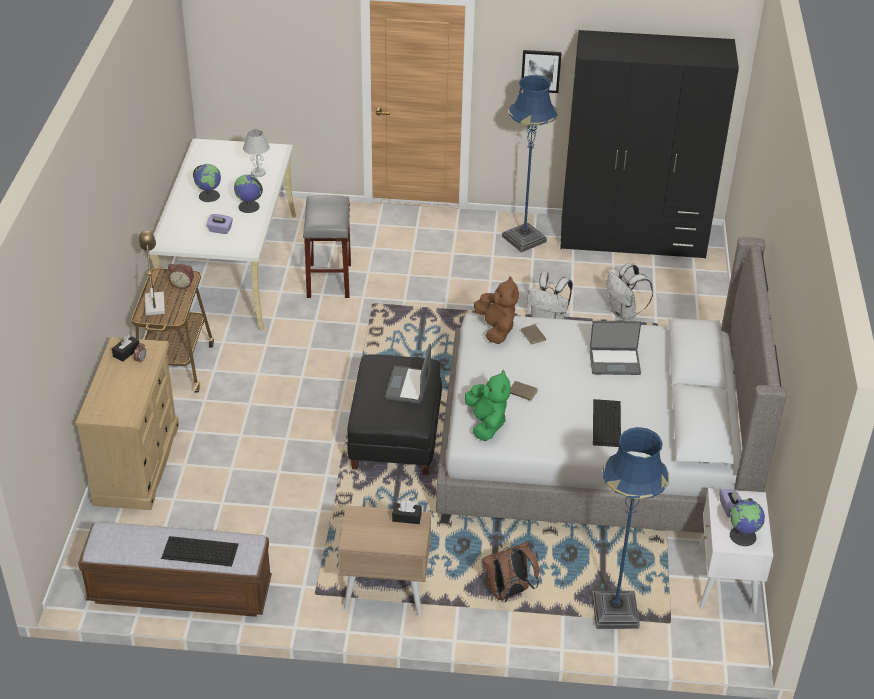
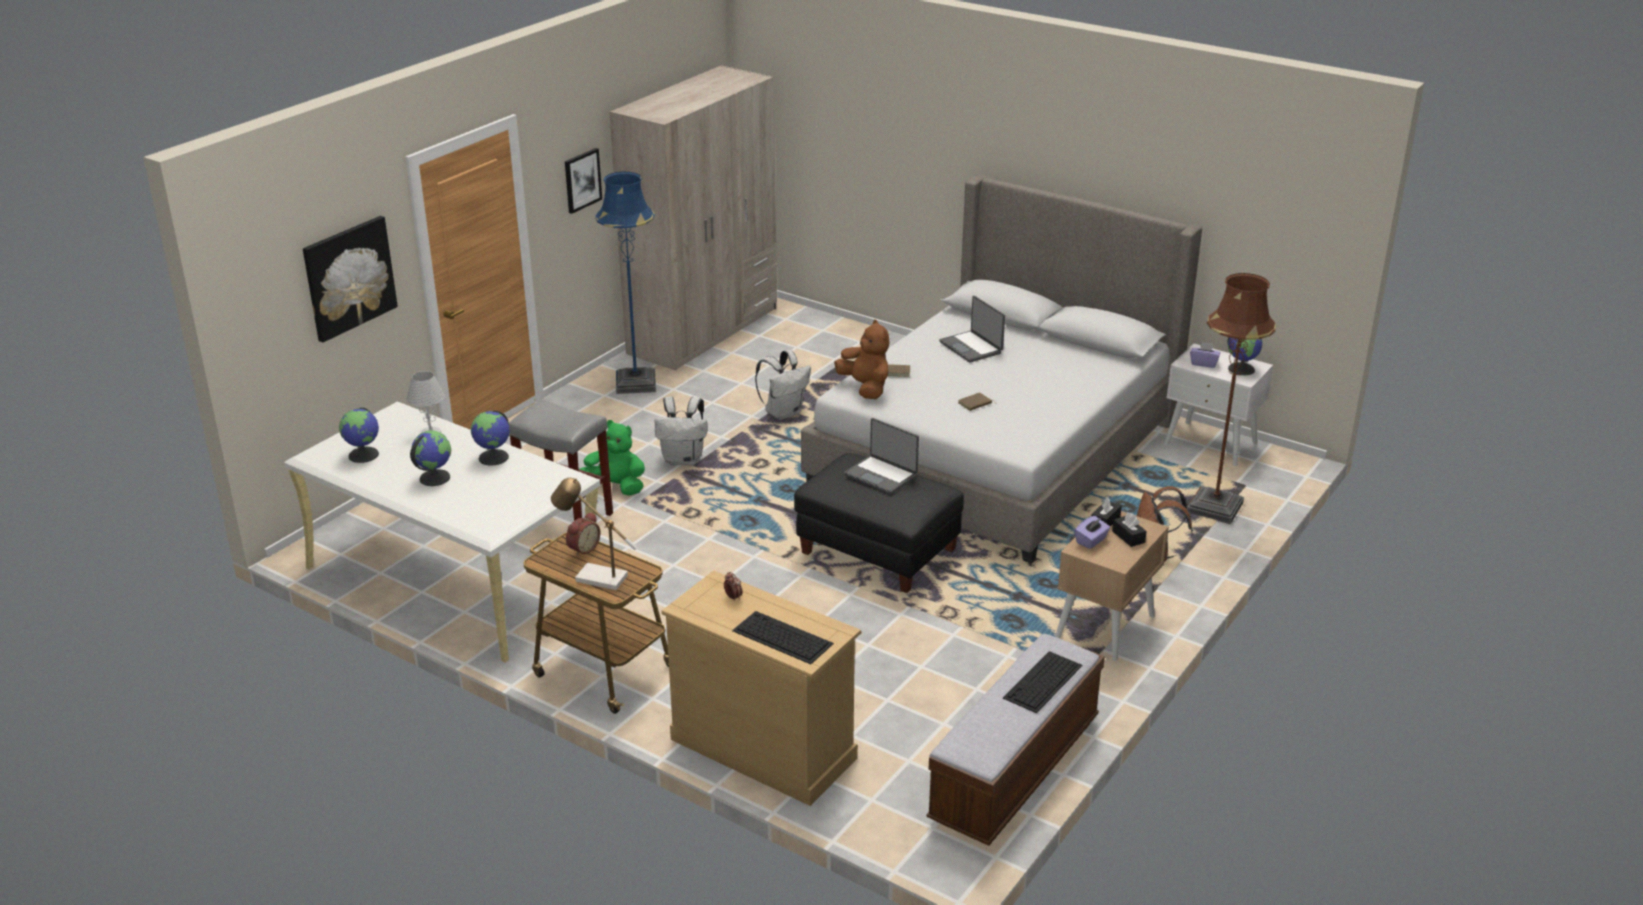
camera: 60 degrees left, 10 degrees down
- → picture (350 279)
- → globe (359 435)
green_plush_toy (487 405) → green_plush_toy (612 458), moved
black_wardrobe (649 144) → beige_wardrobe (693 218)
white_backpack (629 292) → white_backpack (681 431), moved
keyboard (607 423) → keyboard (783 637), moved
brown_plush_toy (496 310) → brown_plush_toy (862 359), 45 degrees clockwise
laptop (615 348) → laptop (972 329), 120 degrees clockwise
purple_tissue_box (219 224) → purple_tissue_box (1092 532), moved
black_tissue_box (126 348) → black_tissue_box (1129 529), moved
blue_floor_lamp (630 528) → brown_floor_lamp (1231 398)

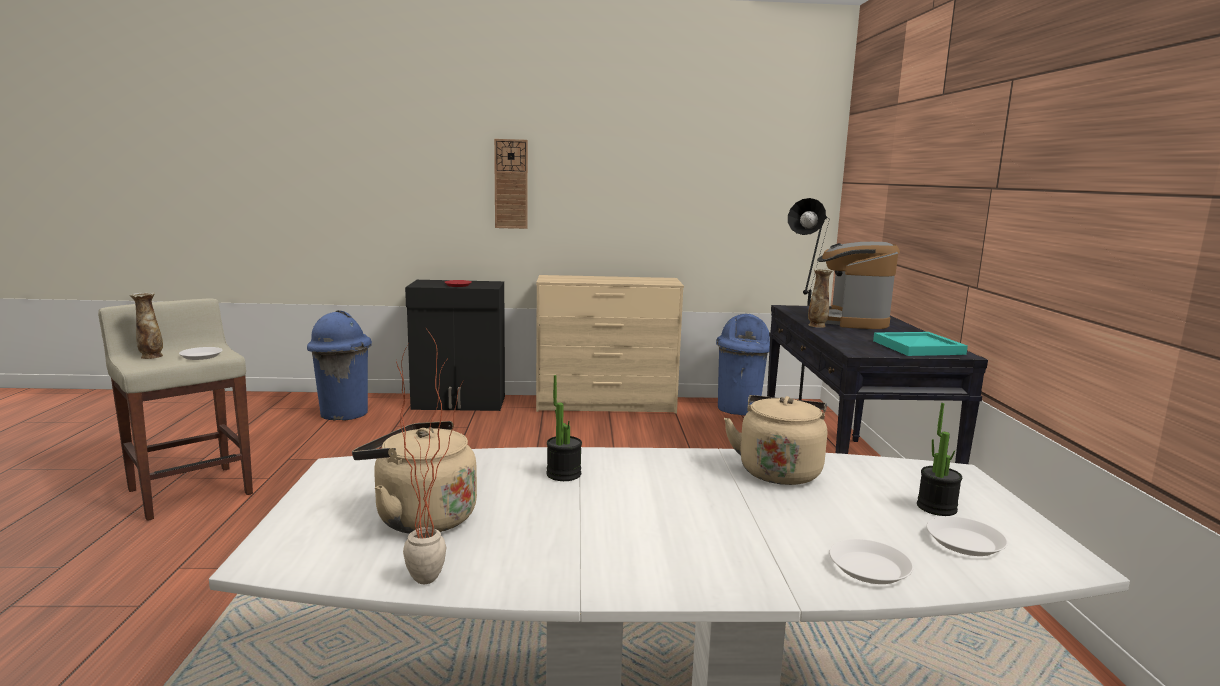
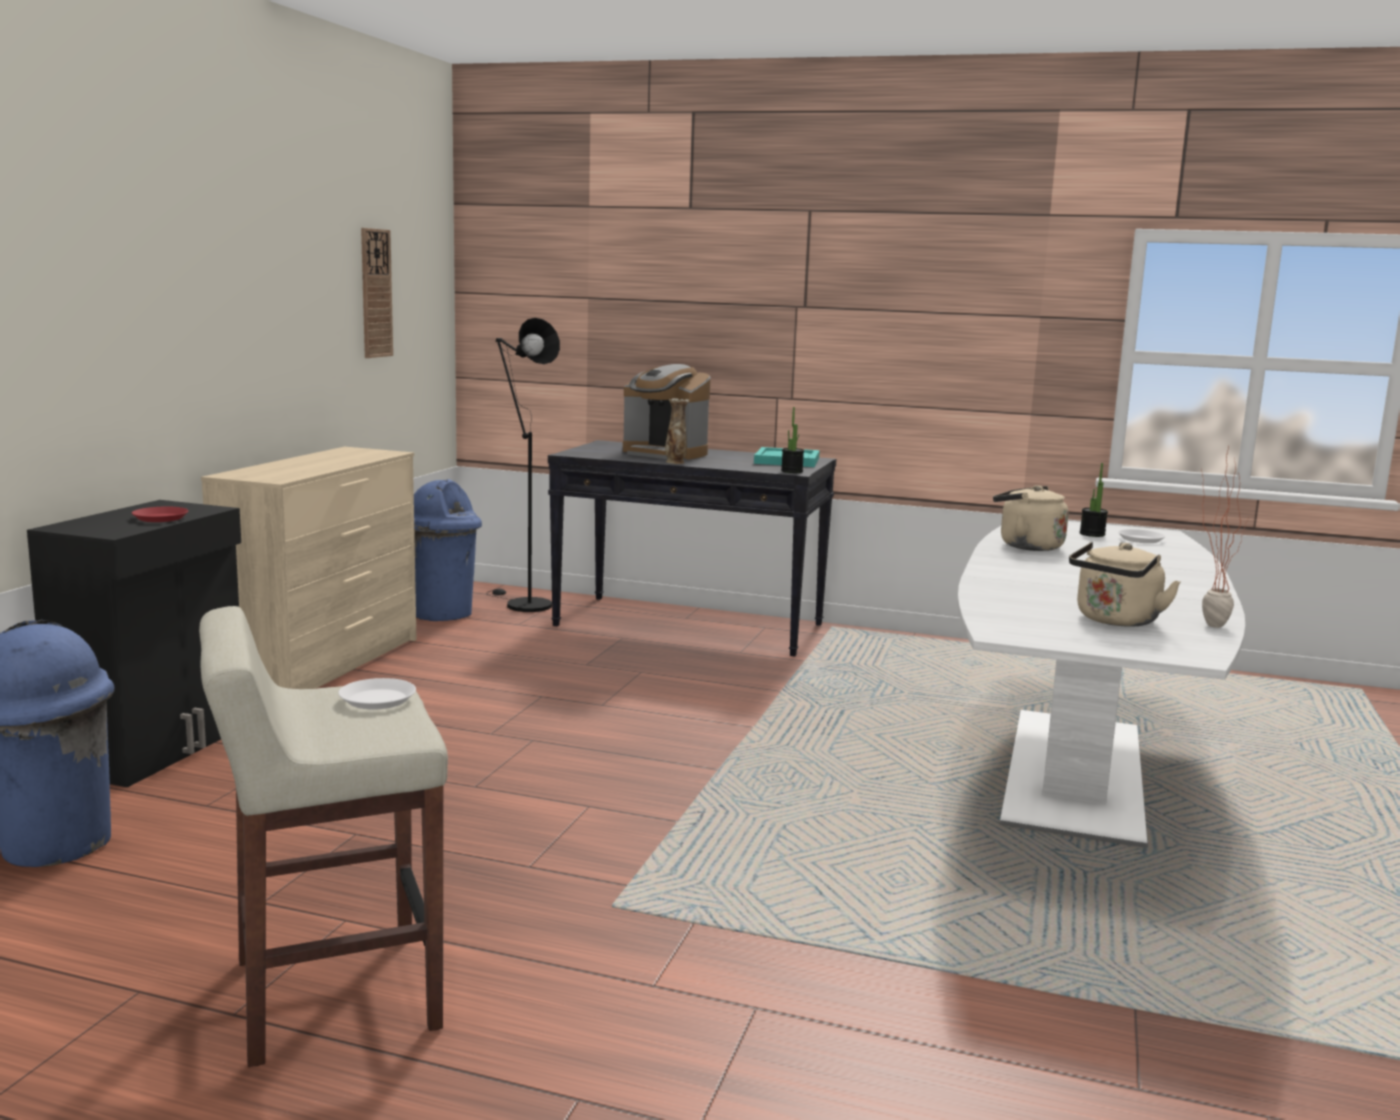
camera: 70 degrees left, 0 degrees up
wall_clock (511 184) → wall_clock (377 293), moved
potted_plant (564 428) → potted_plant (792 440), moved
vase (146 325) → -
white_plate (871 561) → -

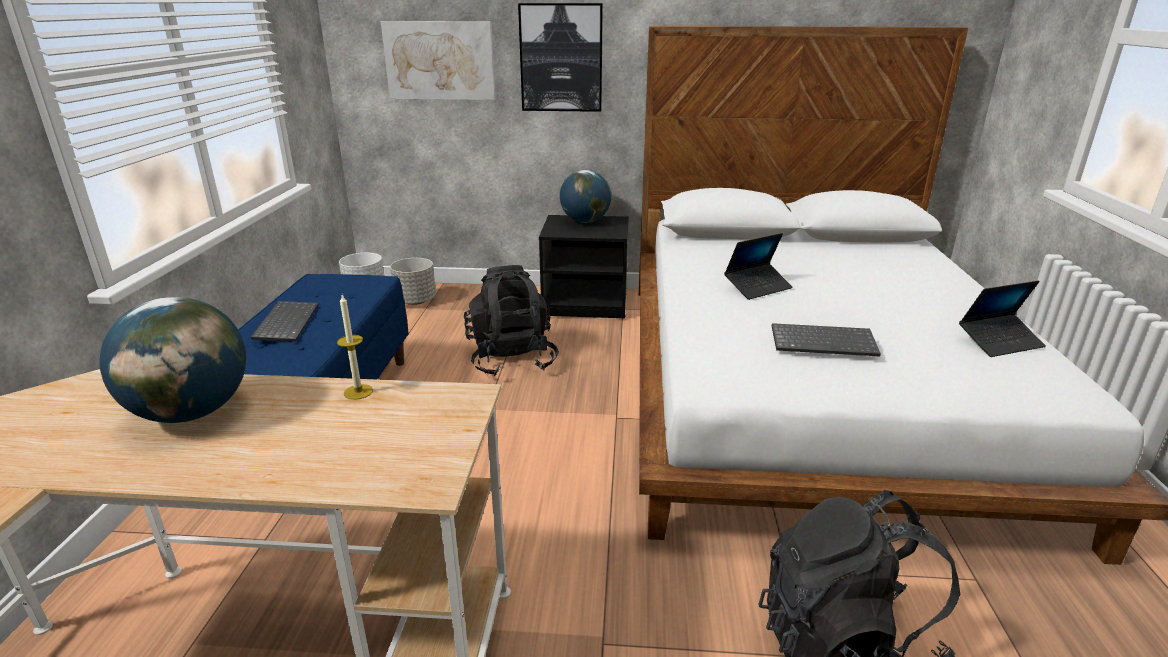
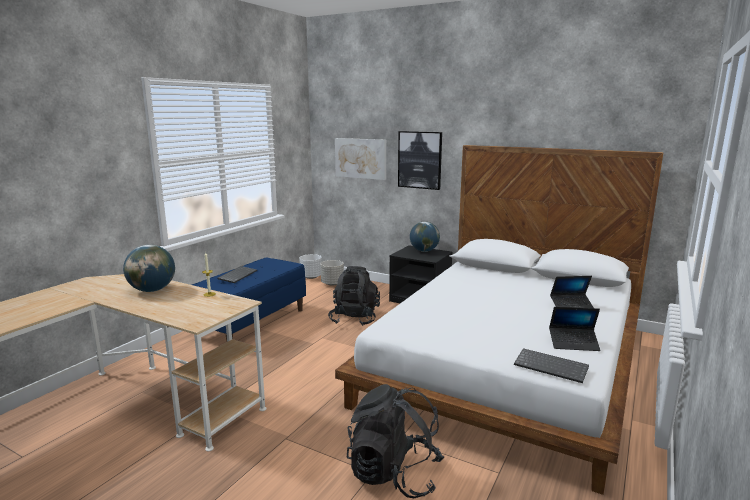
camera: 25 degrees right, 10 degrees down
keyboard (826 339) → keyboard (551 365), moved
laptop (758 266) → laptop (572 292), moved

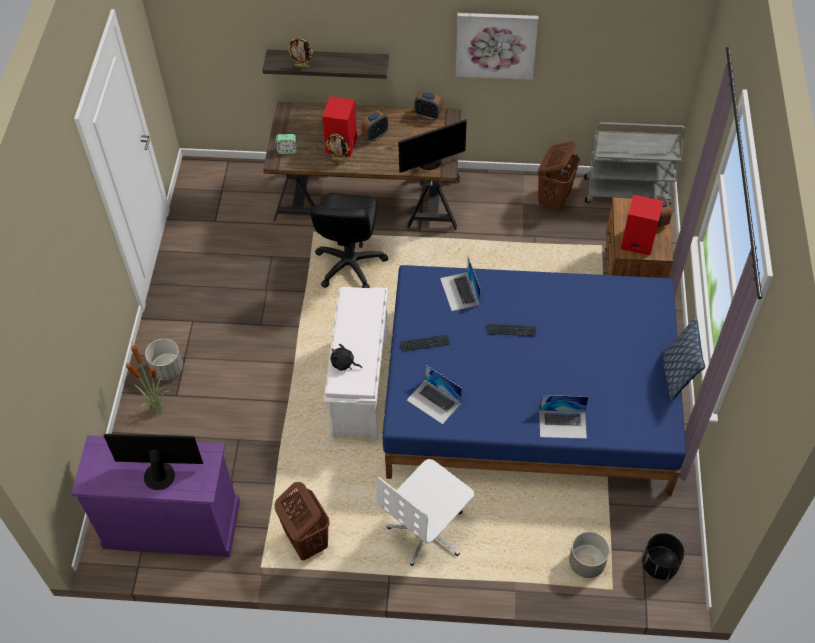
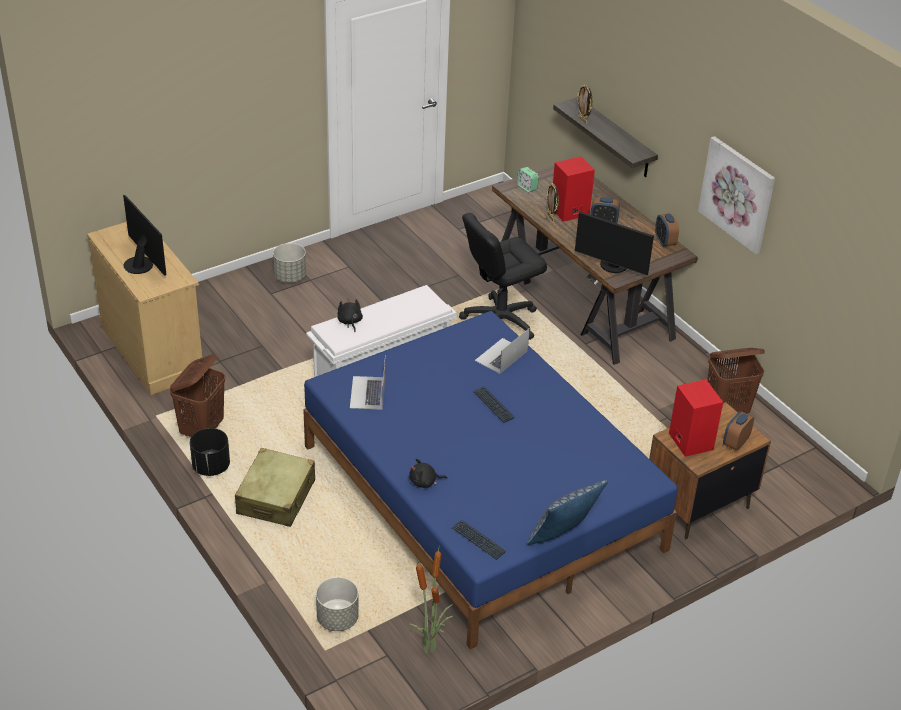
camera: 50 degrees right, 15 degrees down
purple_dresser (155 496) → beige_dresser (145 308)
black_planter (663 556) → black_planter (210 452), moved
white_office_chair (425 512) → beige_suitcase (275 487)
laptop (564 417) → black_plush_toy (428 473)
potted_plant (148 378) → potted_plant (431 601), moved
keyboard (425 343) → keyboard (479 540), moved
grey_cart (634 163) → -

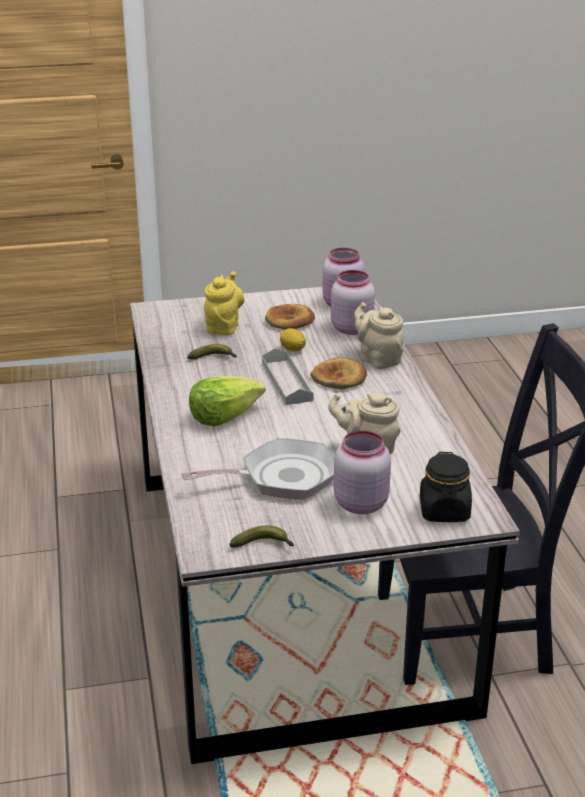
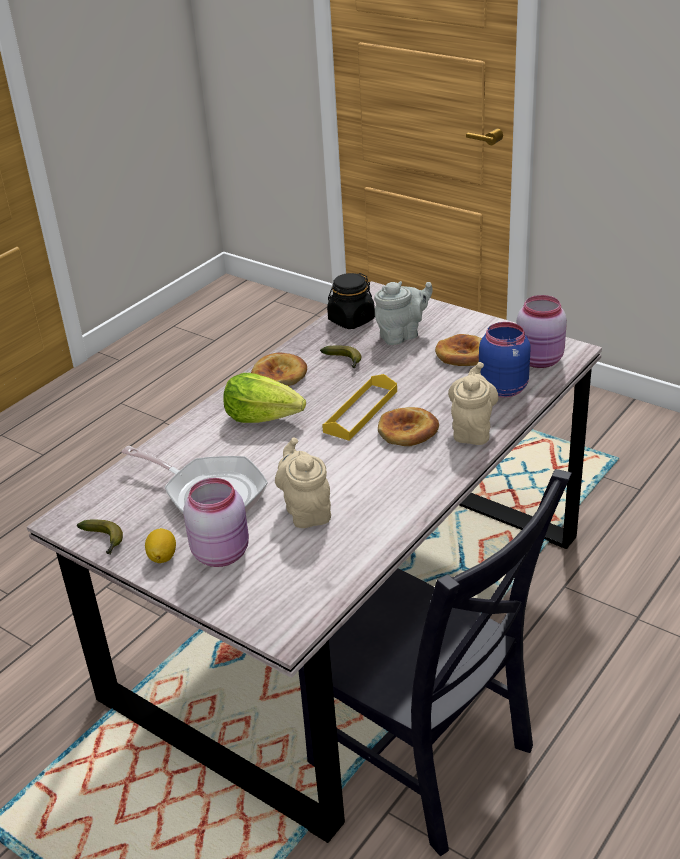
camera: 50 degrees right, 5 degrees up
lemon (293 340) → lemon (160 545), moved
- → bread (279 369)
grey_tray (287 376) → yellow_tray (359 407)
black_jar (446 487) → black_jar (351 301), moved
yellow_teapot (224 303) → grey_teapot (403 313)
pink_jar (353 302) → blue_jar (505 359)

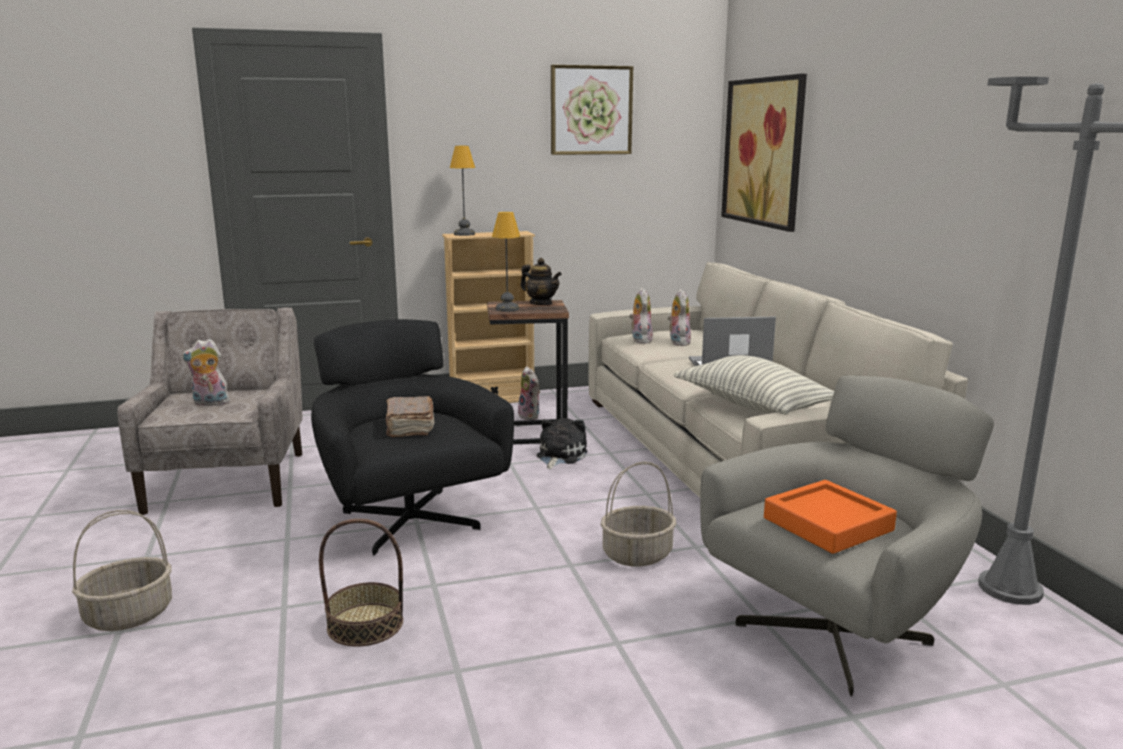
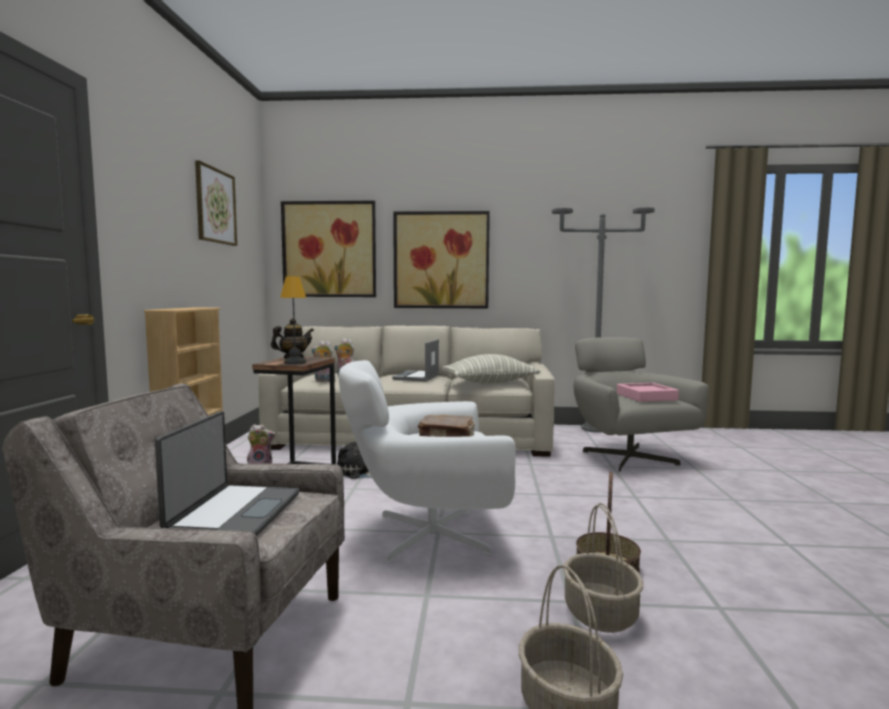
camera: 70 degrees left, 10 degrees down
plush_toy (205 372) → laptop (227 473)
black_armchair (412 437) → white_armchair (427 461)
- → picture (441 259)
basket (638 514) → basket (603 568), moved
orange_tray (830 517) → pink_tray (648 392)
table_lamp (462 191) → -

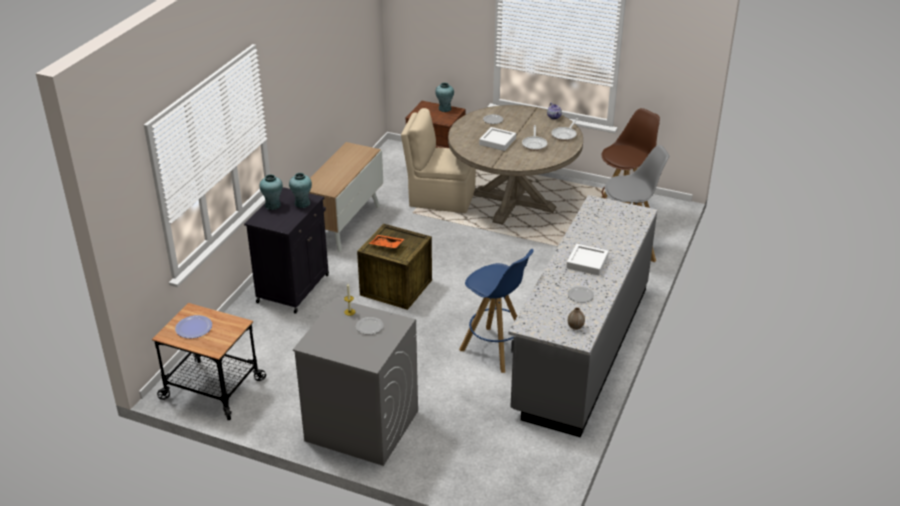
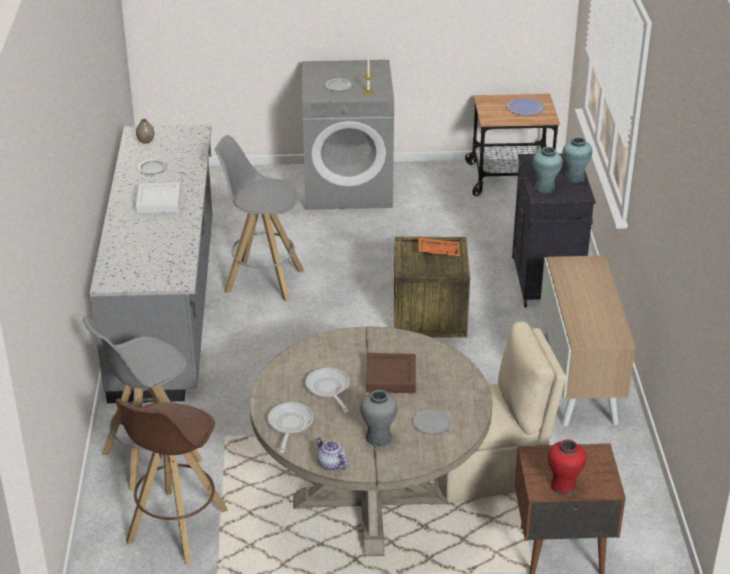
camera: 155 degrees right, 0 degrees up
blue_stool (496 311) → grey_stool (259 218)
- → grey_vase (379 418)
white_tray (497 139) → brown_tray (391 373)
turquoise_vase (444 97) → red_vase (567 467)

